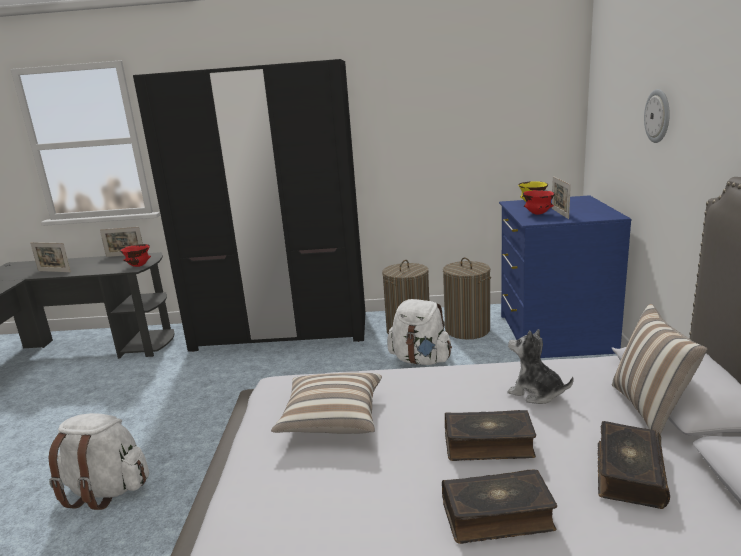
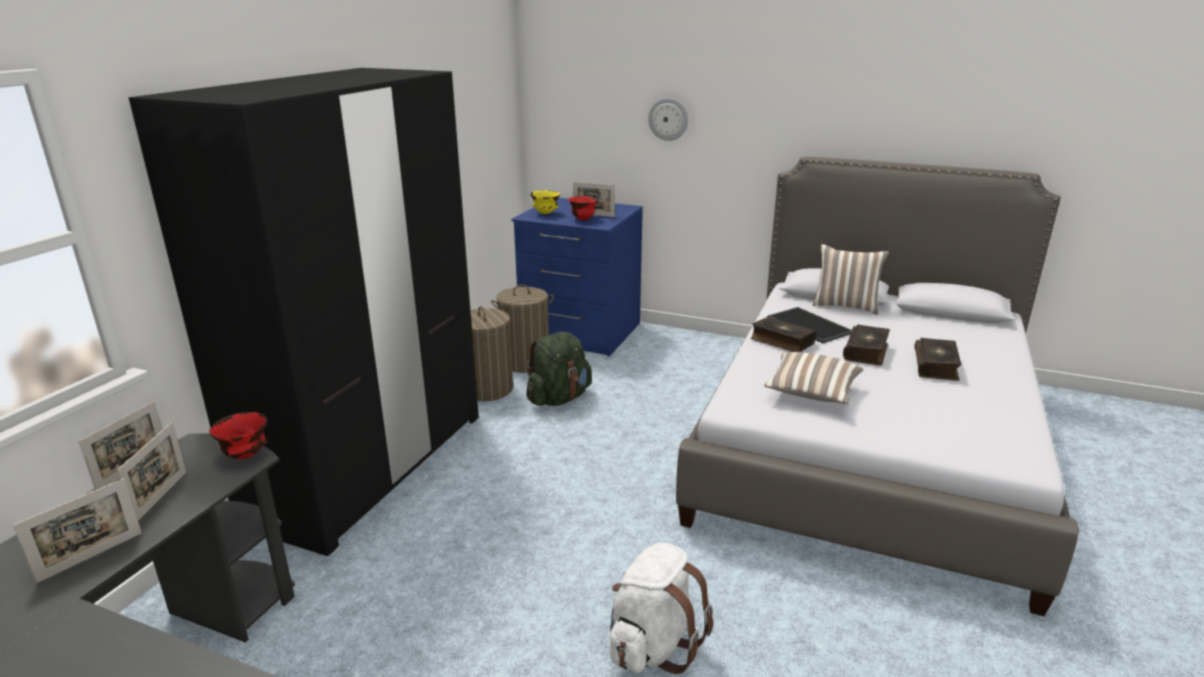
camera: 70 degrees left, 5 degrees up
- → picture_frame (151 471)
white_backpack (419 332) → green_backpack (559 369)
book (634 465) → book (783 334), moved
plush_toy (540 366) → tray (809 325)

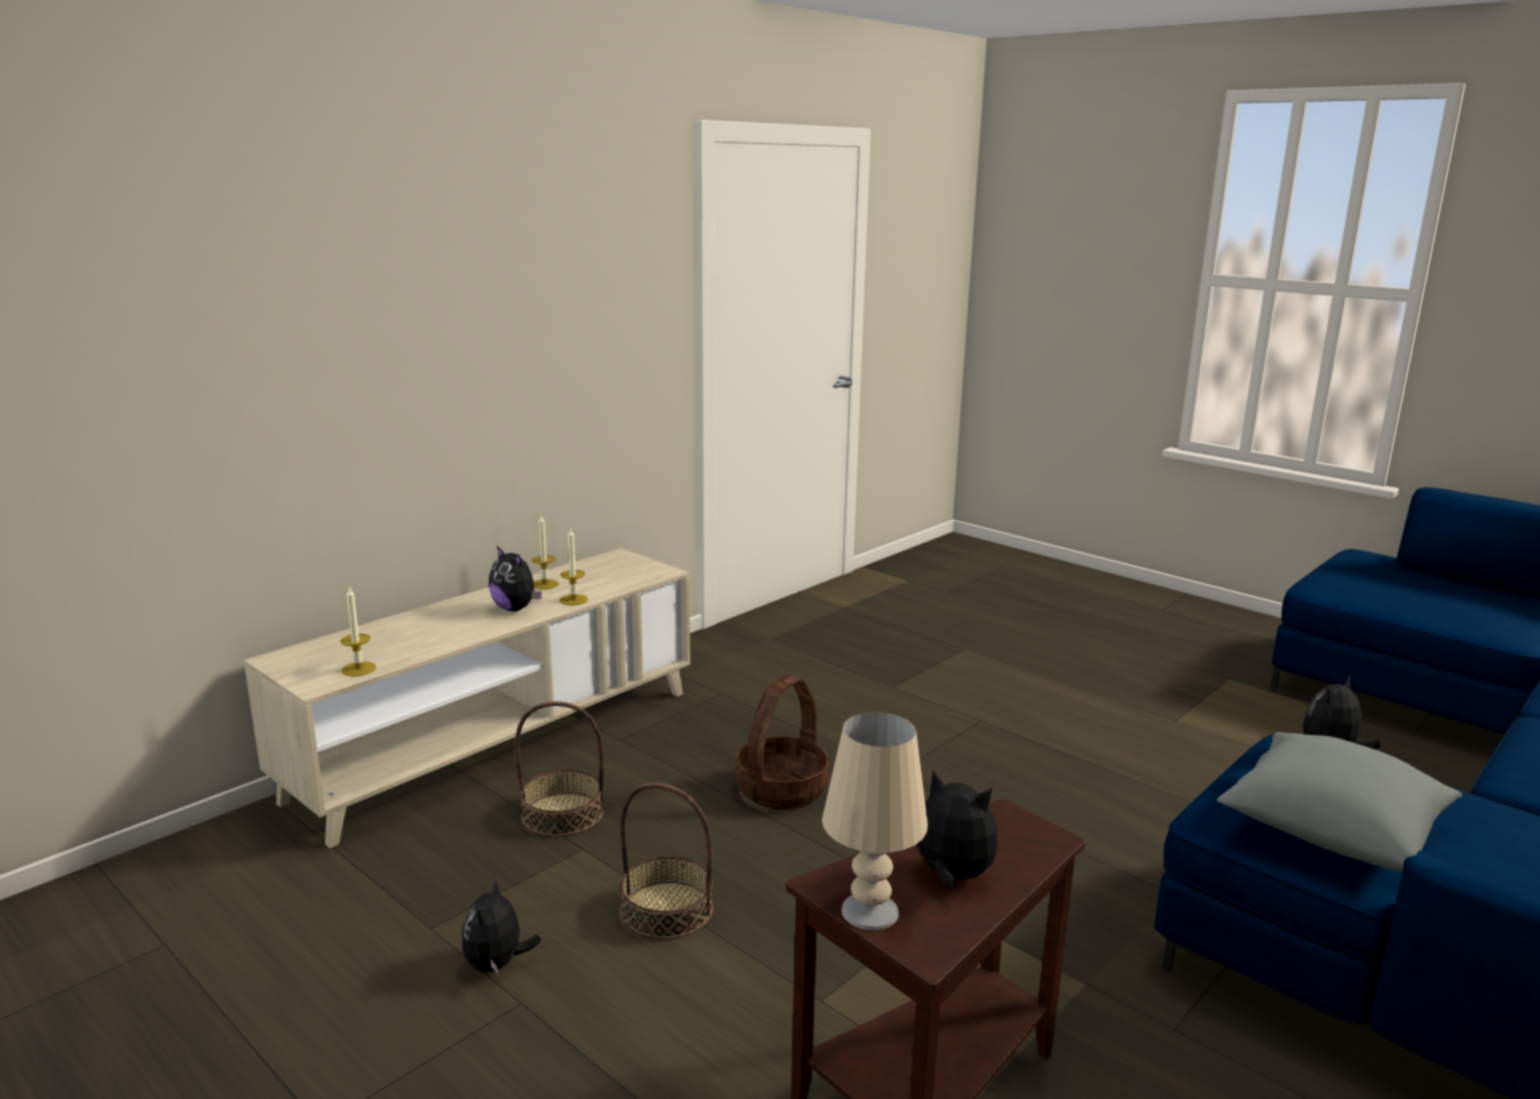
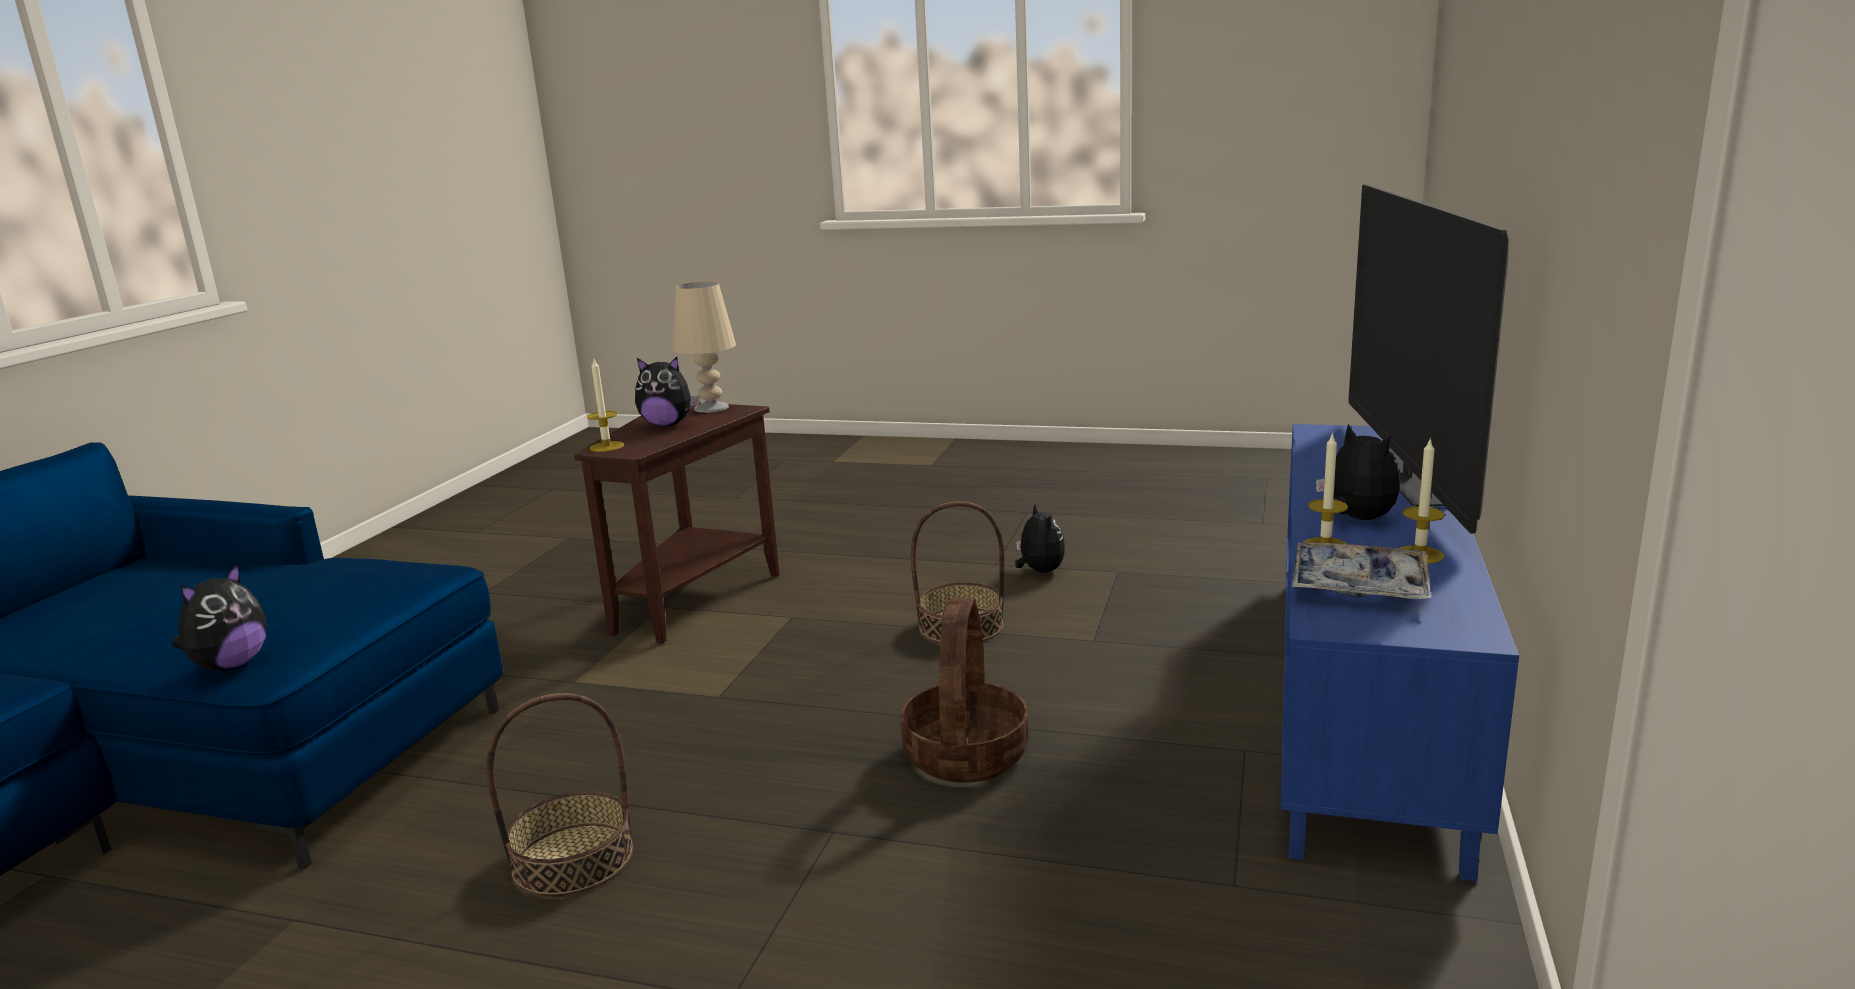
camera: 155 degrees right, 0 degrees up
basket (559 769) → basket (559 795), moved
candle (358 631) → candle (606 405), moved
beige_tv_stand (467 698) → blue_tv_stand (1400 653)
- → tray (1361 571)
plush_toy (515 578) → plush_toy (1358 472), 45 degrees clockwise
- → television (1428 358)
grey_pillow (1339 802) → -

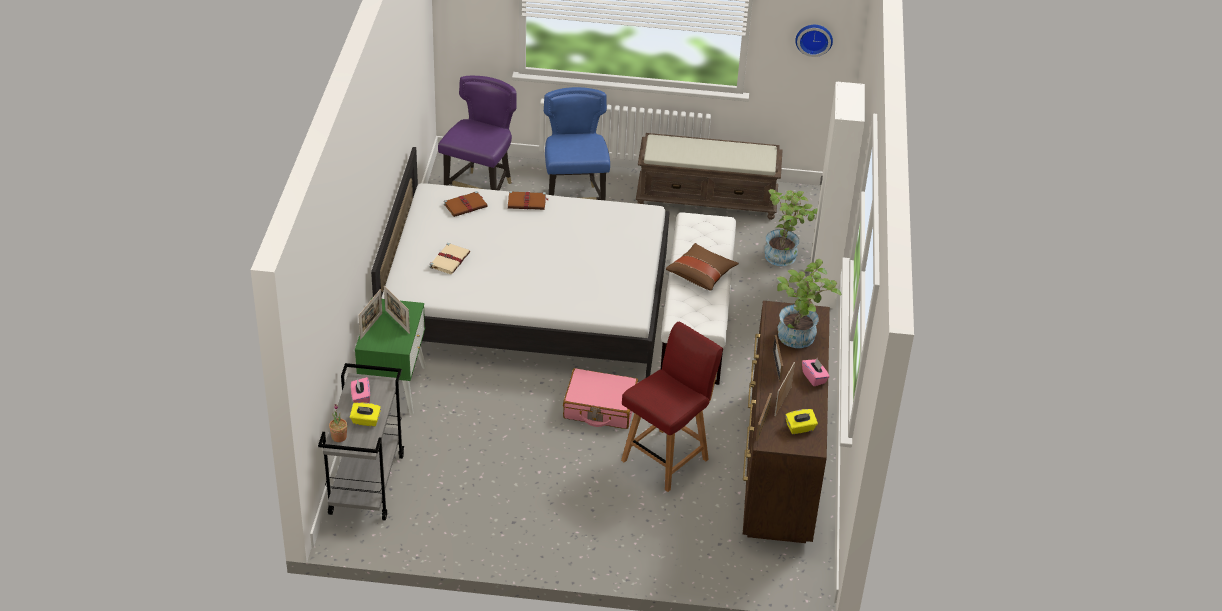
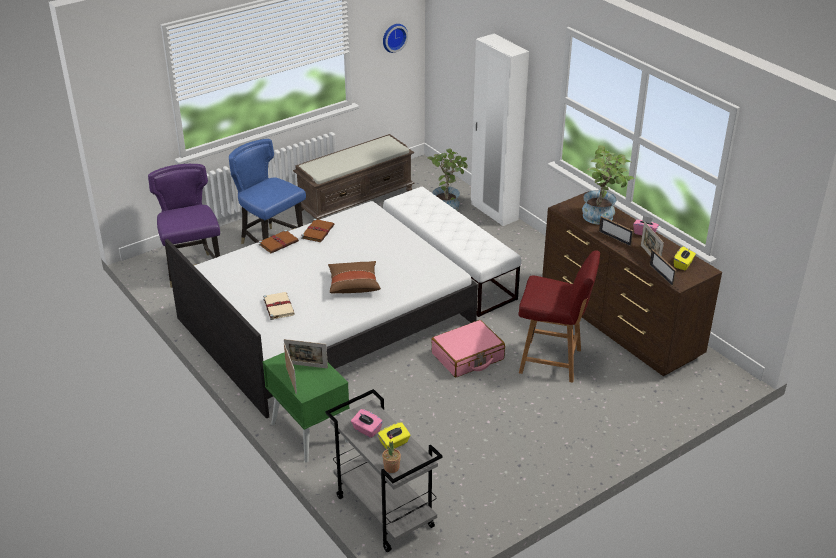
camera: 40 degrees left, 5 degrees down
brown_book (465 204) → brown_book (317 230), moved
brown_pillow (702 267) → brown_pillow (354 277), moved
red_chair (672 407) → red_chair (559 316), 105 degrees clockwise

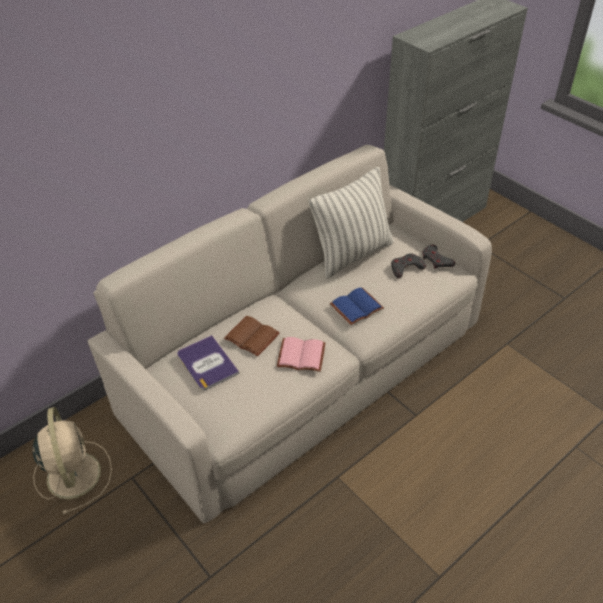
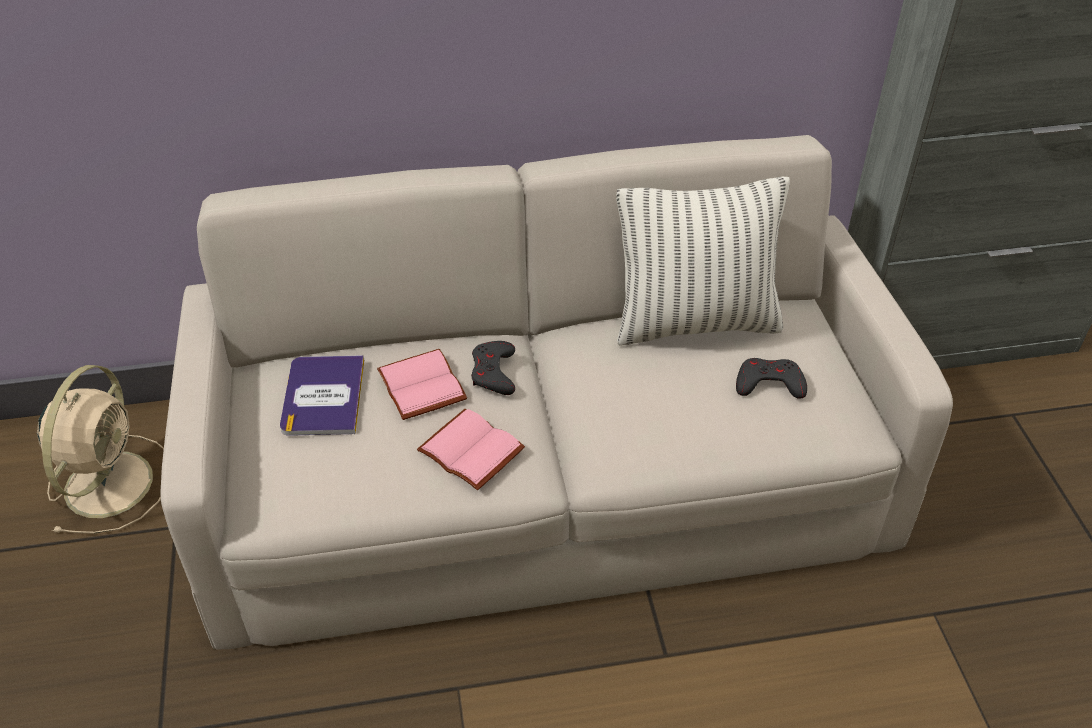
camera: 30 degrees right, 0 degrees up
brown_book (252 336) → pink_book (422 384)
grey_game_controller (438 256) → grey_game_controller (493 368), moved
blue_book (357 306) → -

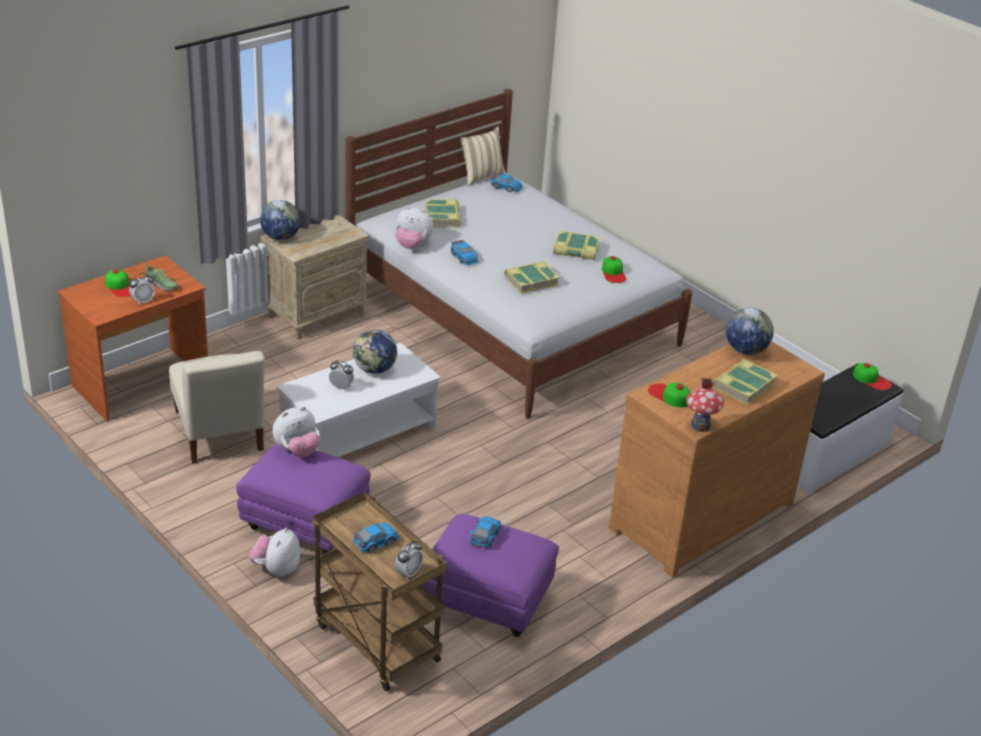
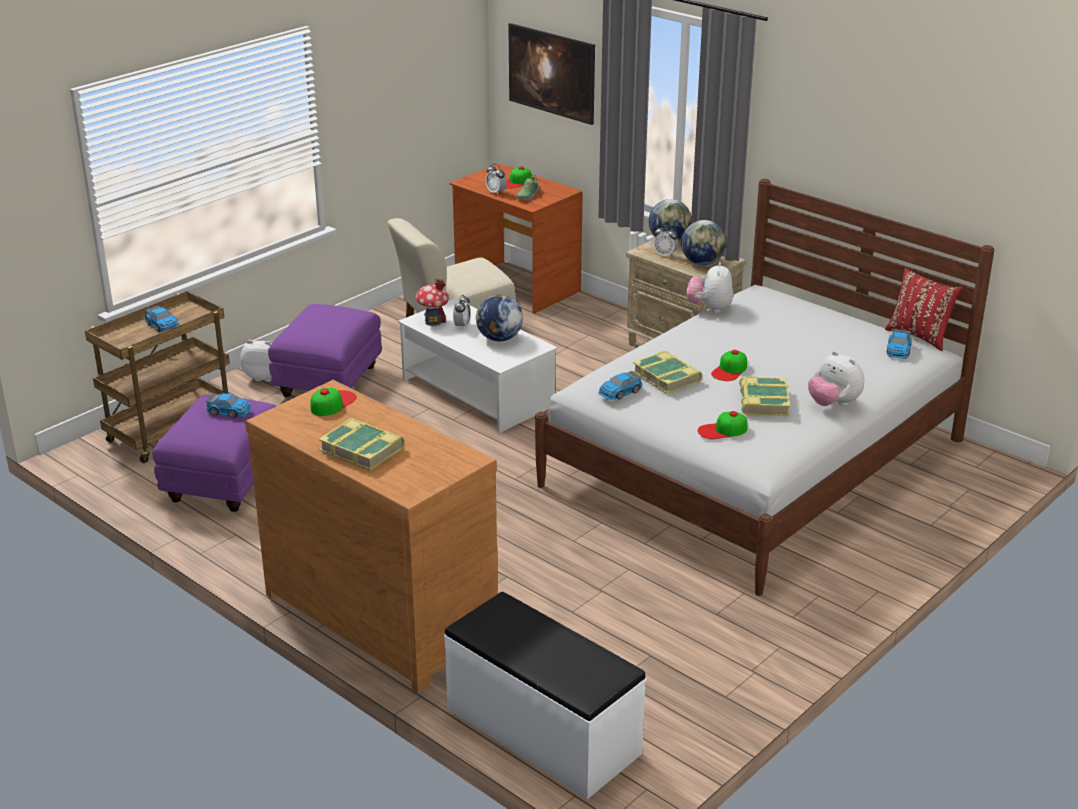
camera: 85 degrees right, 5 degrees down
toy_house (705 404) → toy_house (432 302), moved
- → picture (551 74)
toy_car (465 252) → toy_car (620 385), moved
alarm_clock (409 560) → alarm_clock (666 241), moved
globe (750 331) → globe (703 242), moved
cap (872 376) → cap (729 365), moved
plush_toy (296 431) → plush_toy (836 378), moved
beige_pillow (483 156) → red_pillow (924 309)
book (443 213) → -

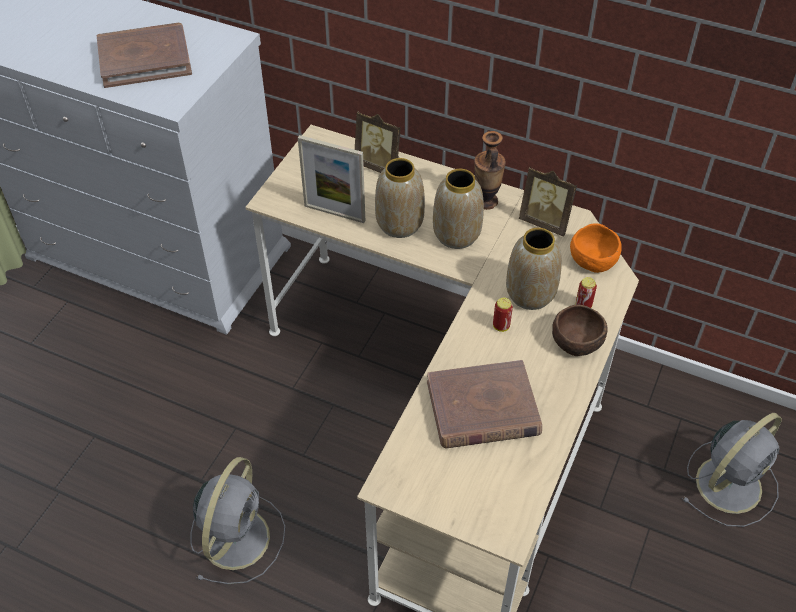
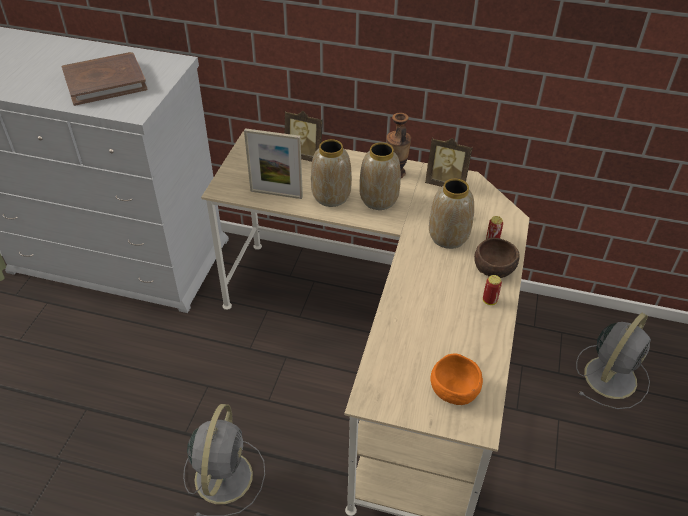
camera: 10 degrees left, 5 degrees down
orange_bowl (596 248) → orange_bowl (456 379), moved
can (503 314) → can (492 290), moved
brown_book (484 404) → -

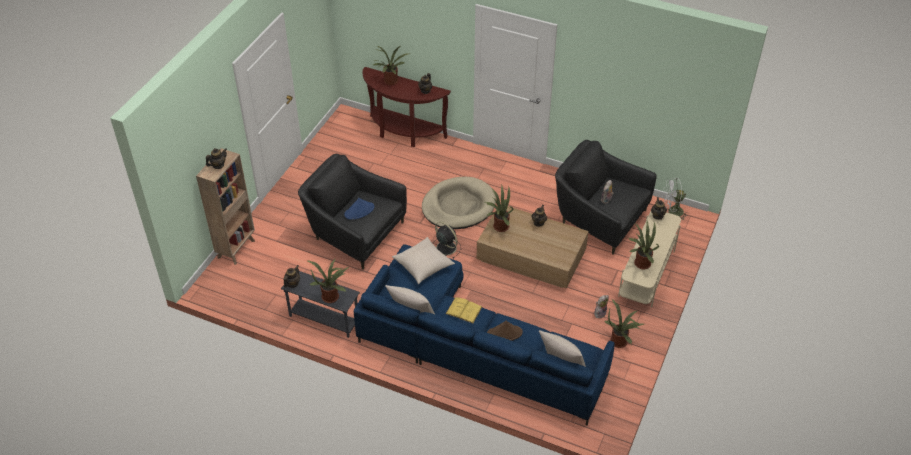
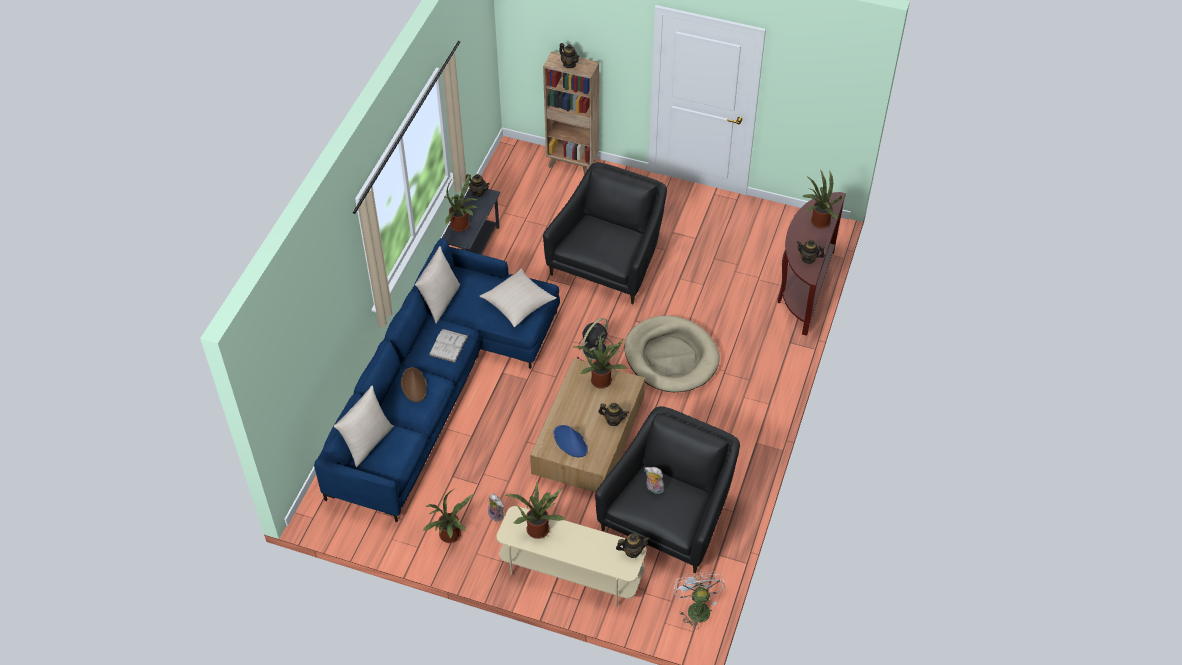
camera: 85 degrees right, 5 degrees up
yellow_book (464 310) → white_book (448 346)
blue_hat (359 209) → blue_hat (570 441), moved

